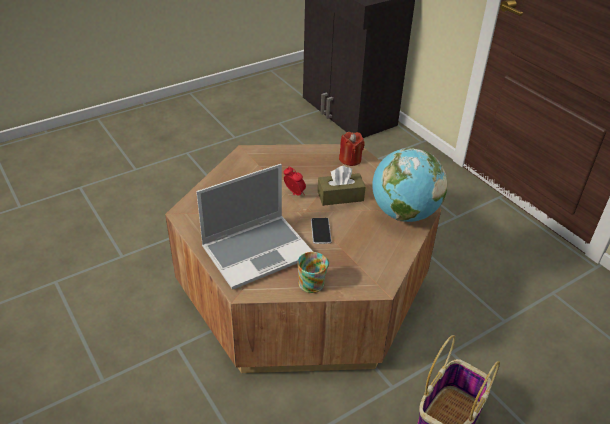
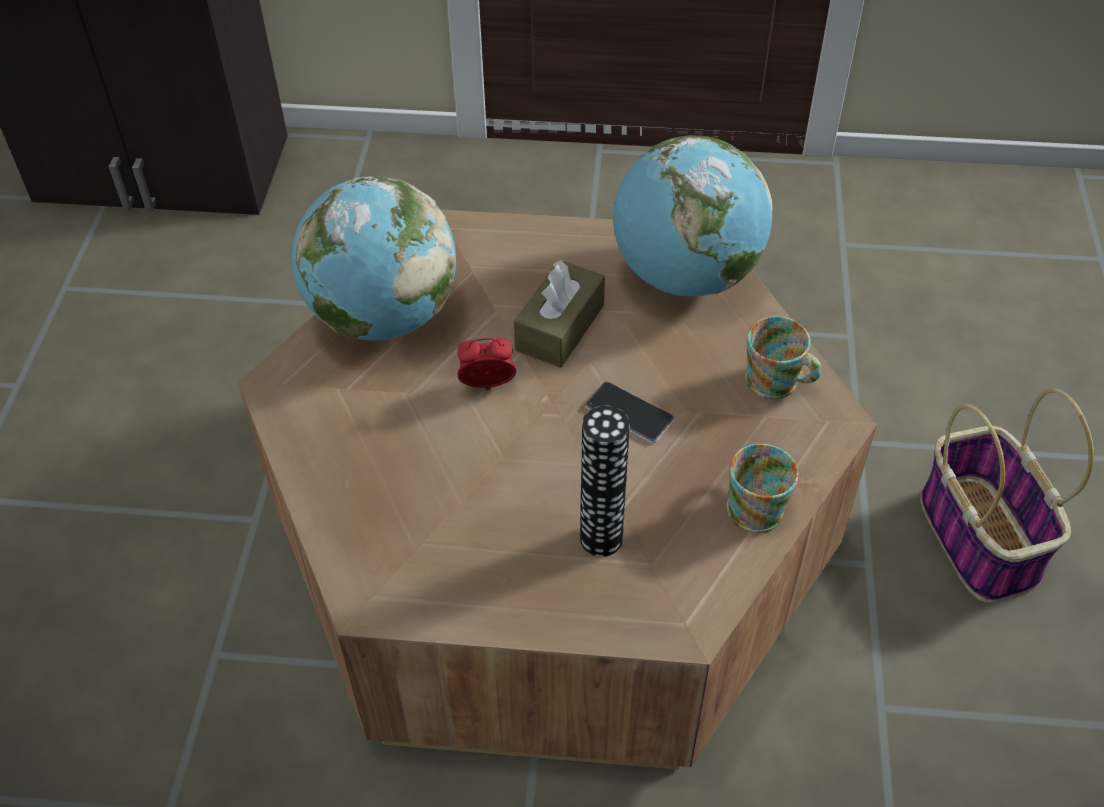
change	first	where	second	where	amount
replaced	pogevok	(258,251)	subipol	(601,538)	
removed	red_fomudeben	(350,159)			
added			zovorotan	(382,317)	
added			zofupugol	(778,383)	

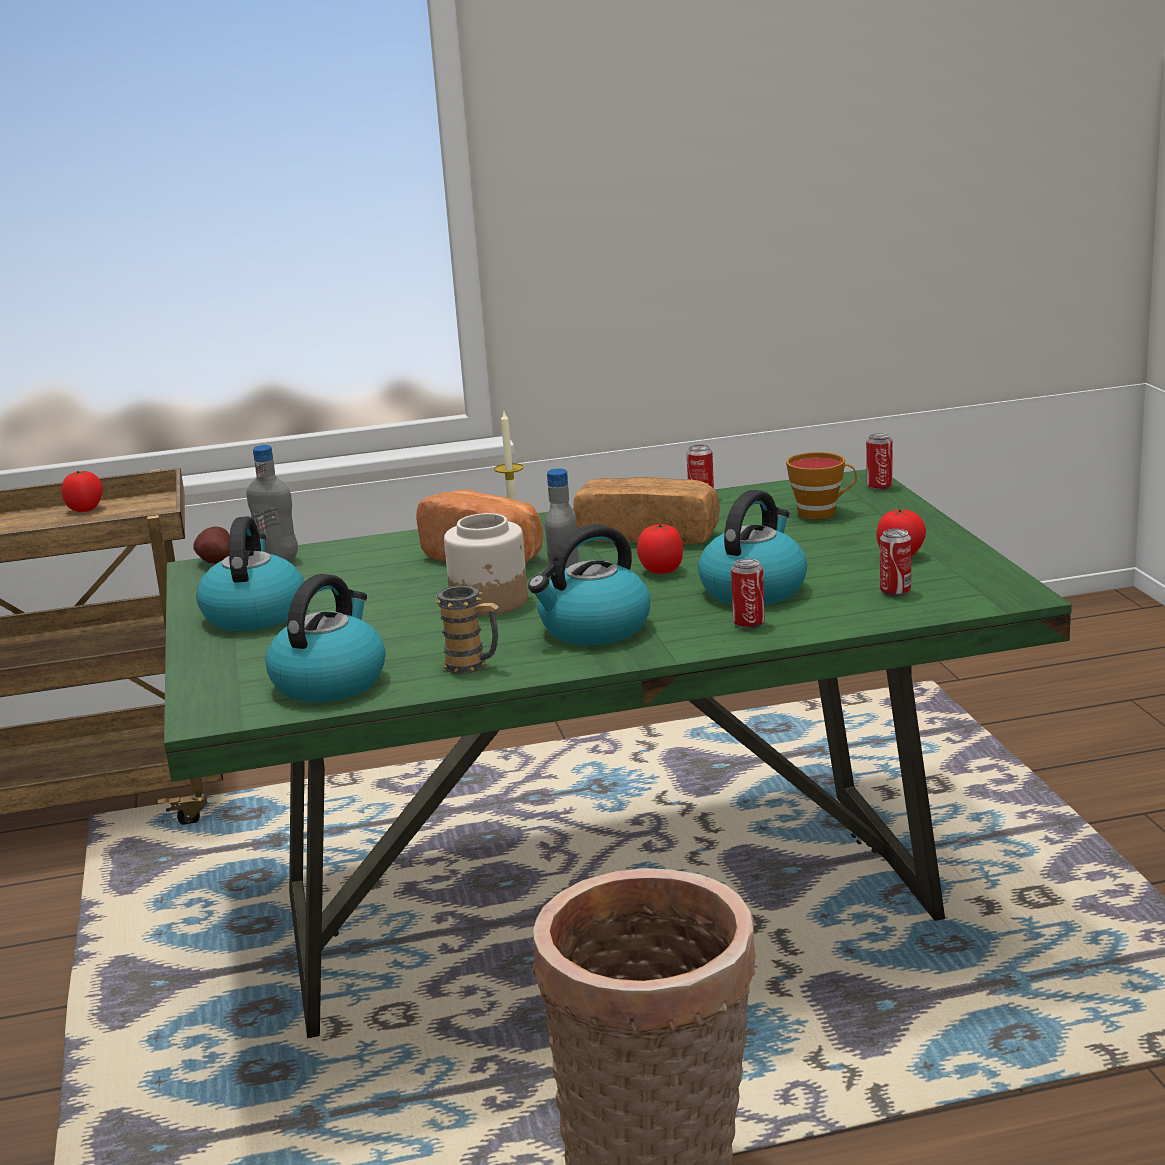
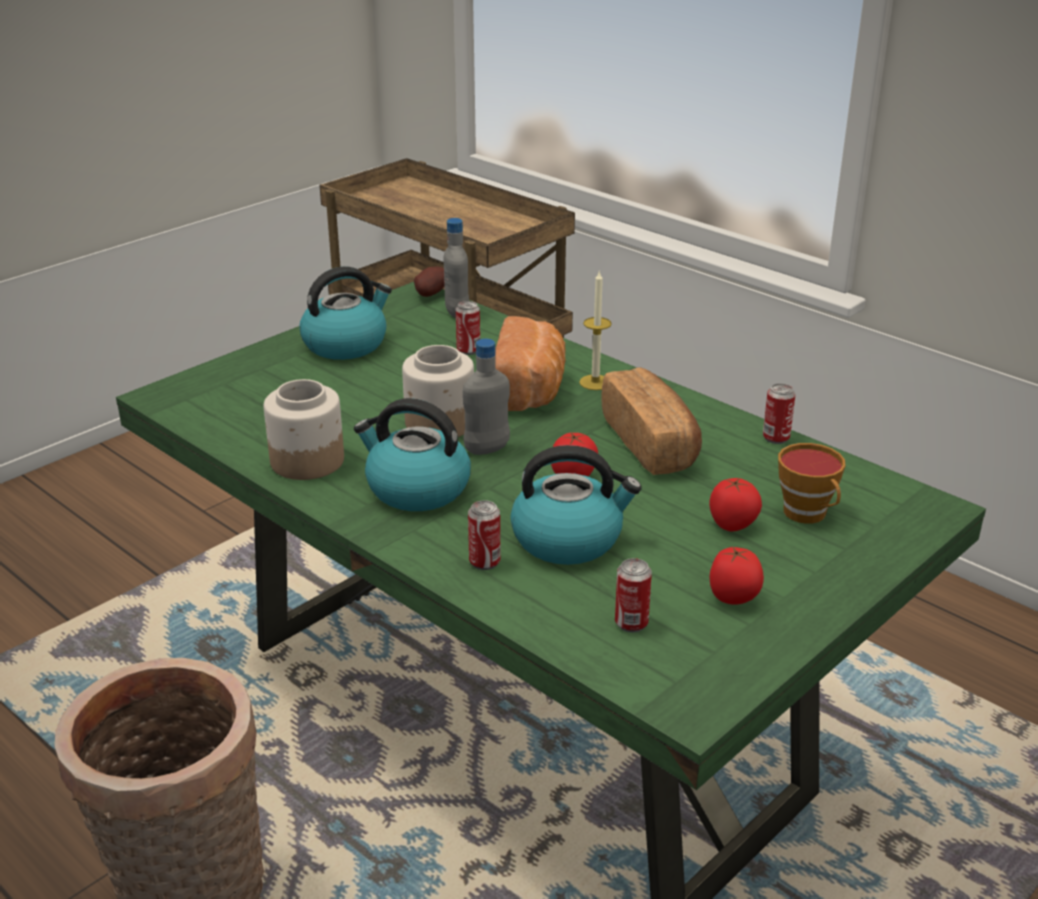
change	first	where	second	where	amount
moved	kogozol	(86,509)		(733,525)	
removed	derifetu	(330,682)			
replaced	zofupugol	(472,666)	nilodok	(306,461)	
moved	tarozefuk	(879,487)		(468,350)	

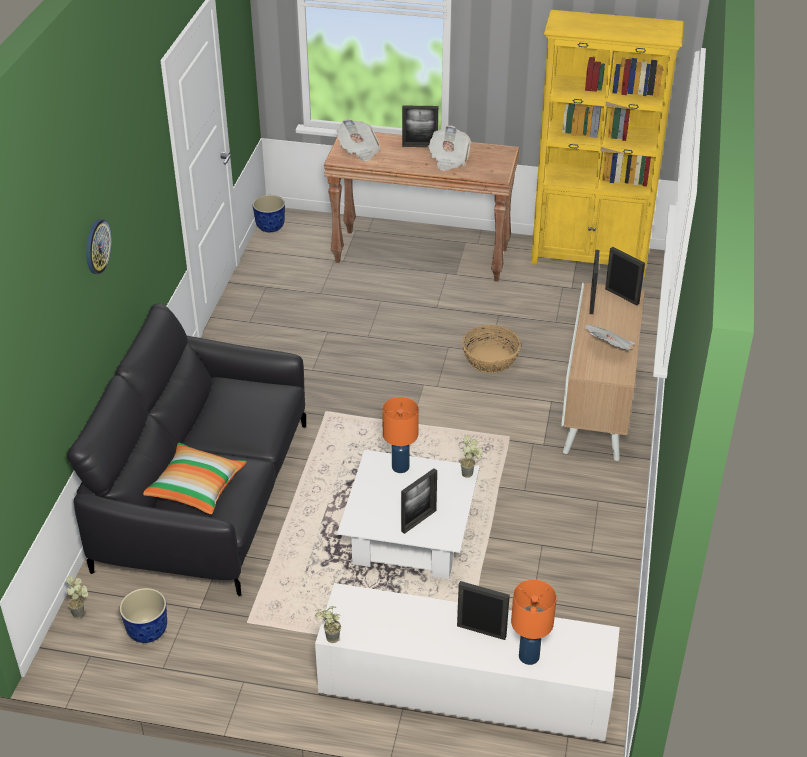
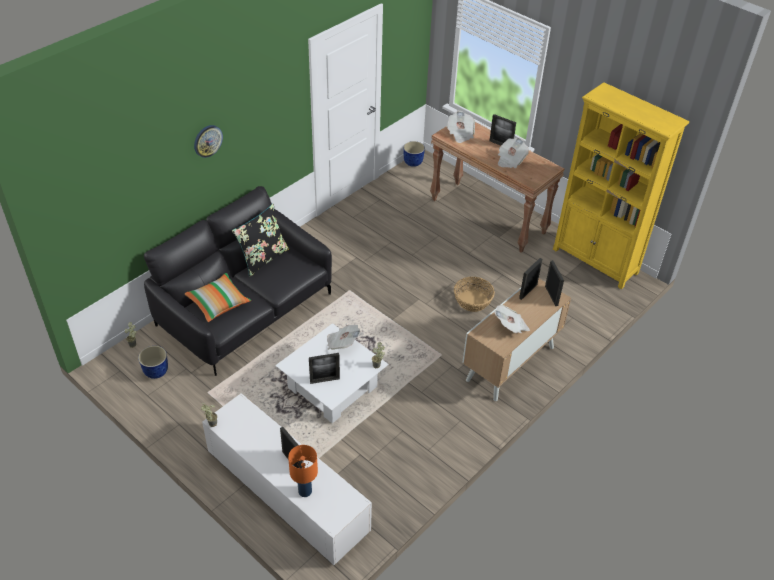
change	first	where	second	where	amount
replaced	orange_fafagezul	(400,467)	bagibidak	(342,343)	
added			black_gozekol	(263,258)	

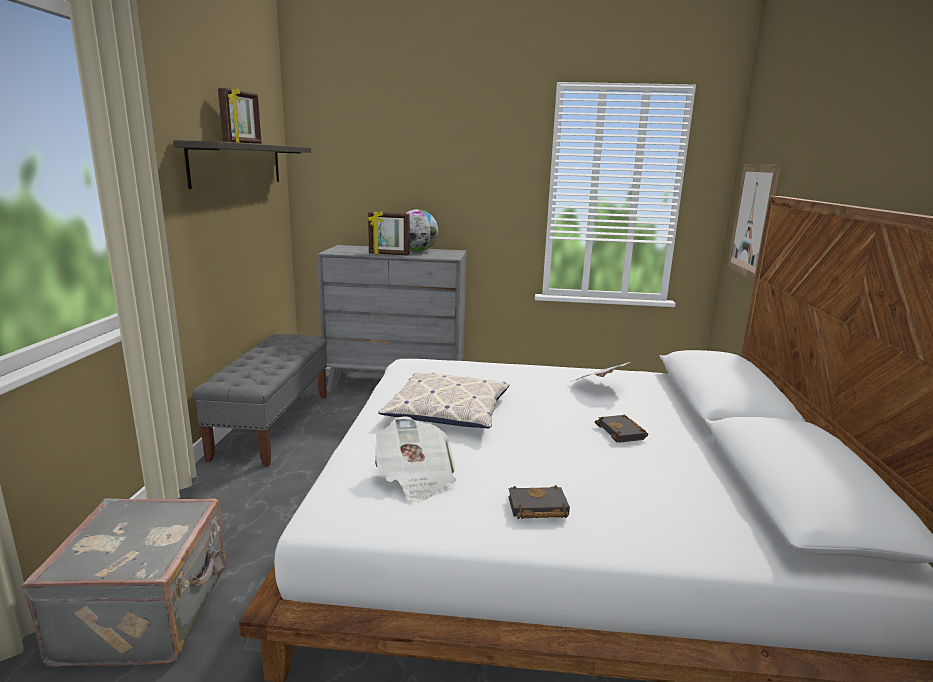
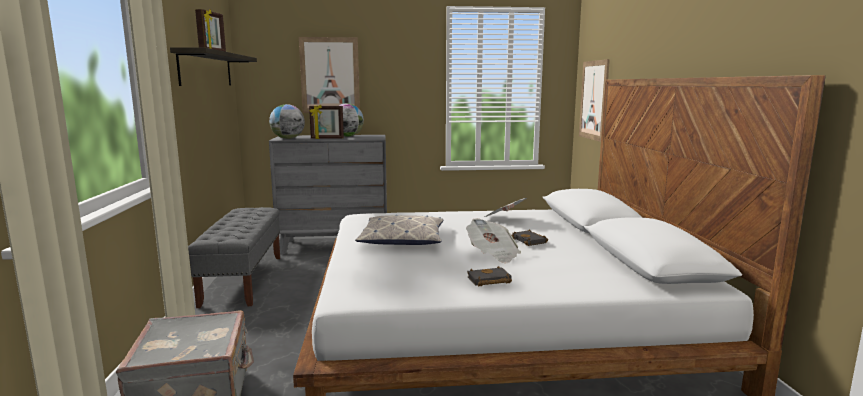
change	first	where	second	where	amount
moved	bagibidak	(415,478)		(493,254)	
added			zovorotan	(288,138)	
added			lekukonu	(330,75)	

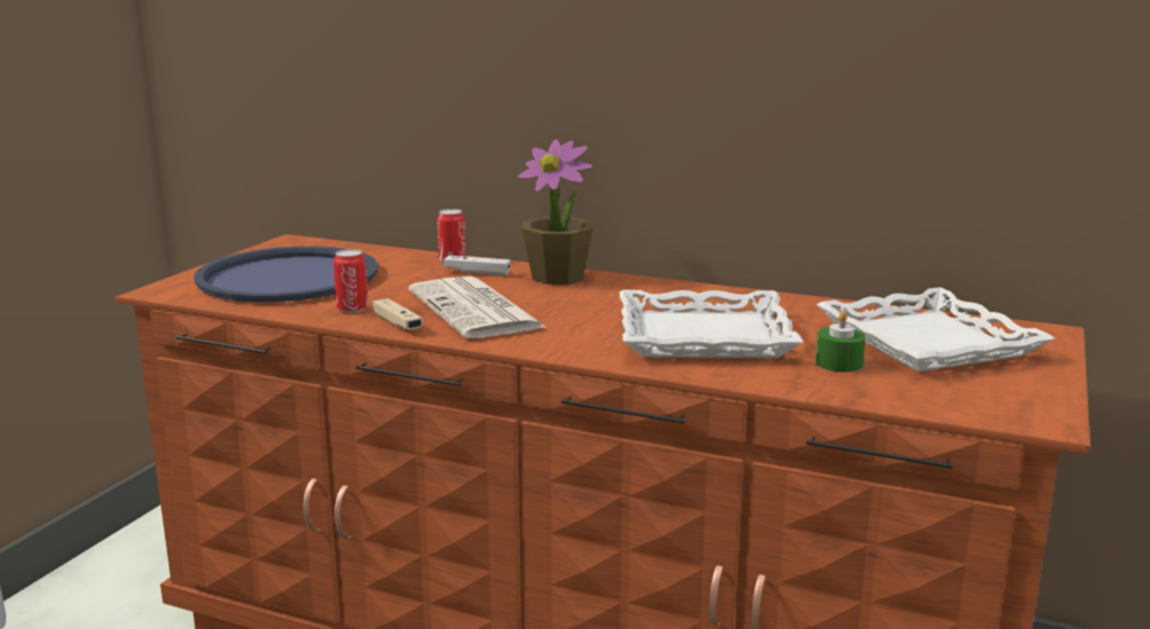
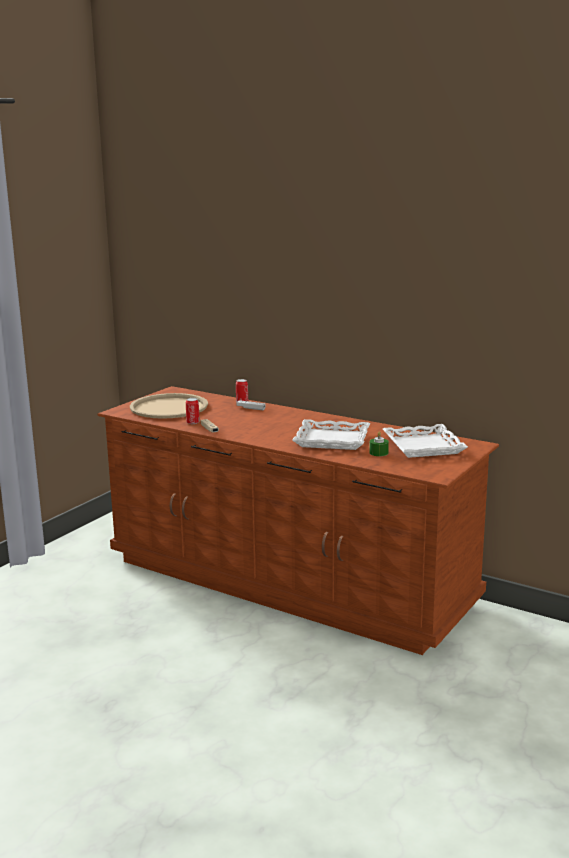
change	first	where	second	where	amount
recoloured	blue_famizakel	(288,277)	beige_famizakel	(169,407)	
removed	bagibidak	(477,310)			
removed	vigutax	(558,277)			

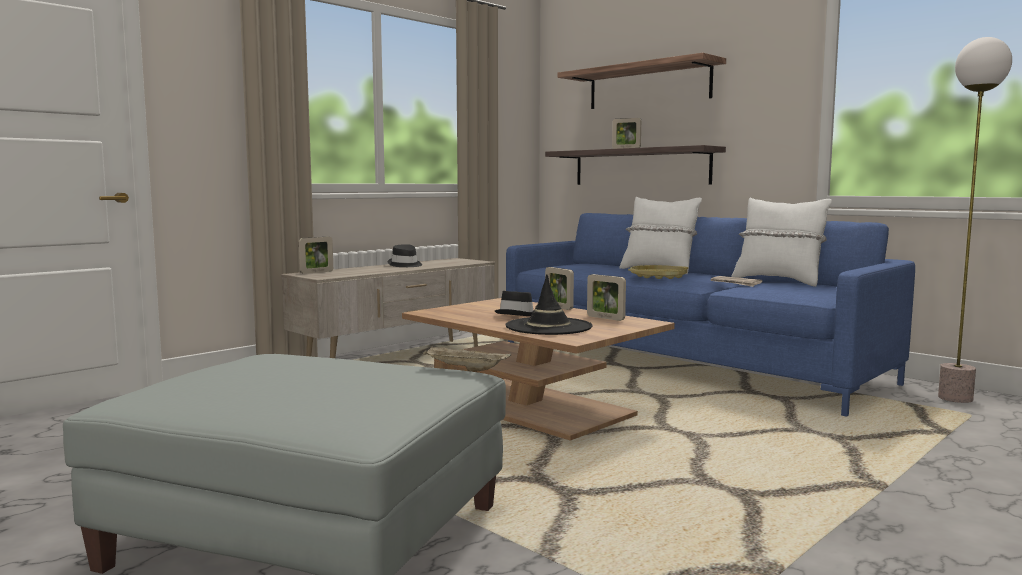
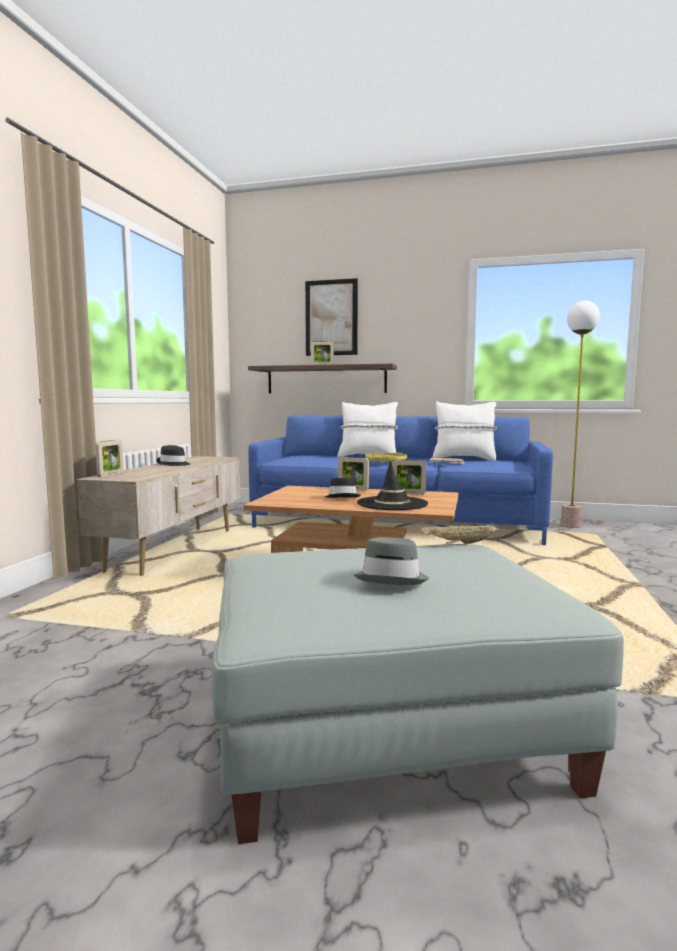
change	first	where	second	where	amount
replaced	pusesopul	(648,86)	lekukonu	(331,318)	
added			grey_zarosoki	(392,578)	

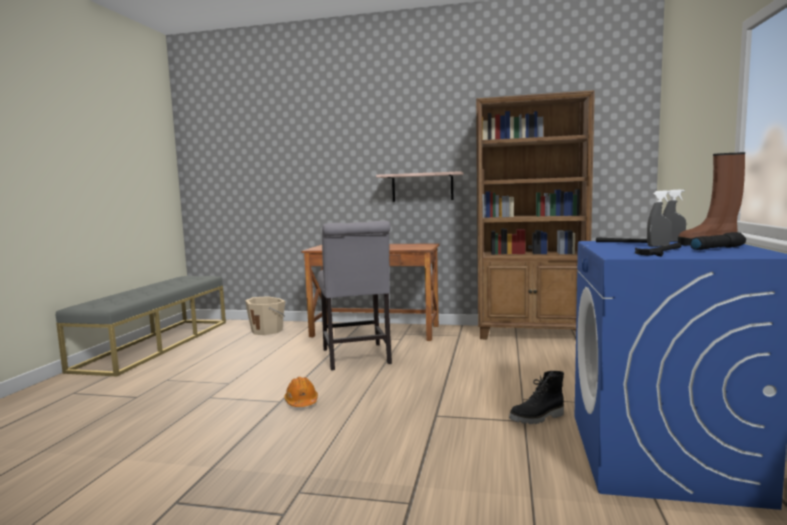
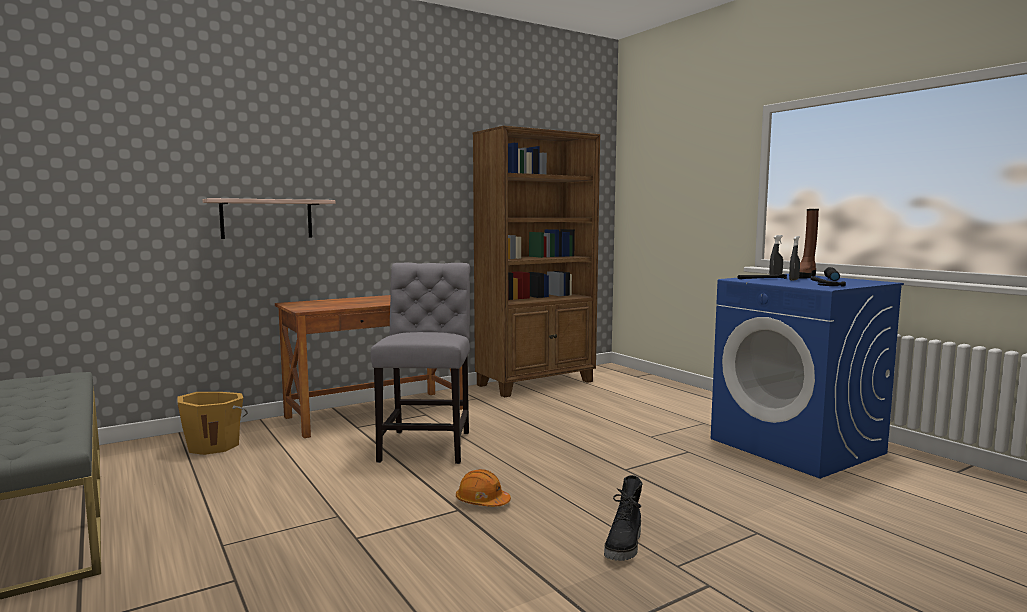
change	first	where	second	where	amount
recoloured	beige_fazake	(268,330)	orange_fazake	(214,445)	
turned	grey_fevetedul	(356,358)		(427,444)	120 degrees counterclockwise
moved	pusesopul	(422,187)		(267,219)	
moved	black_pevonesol	(537,418)		(625,546)	

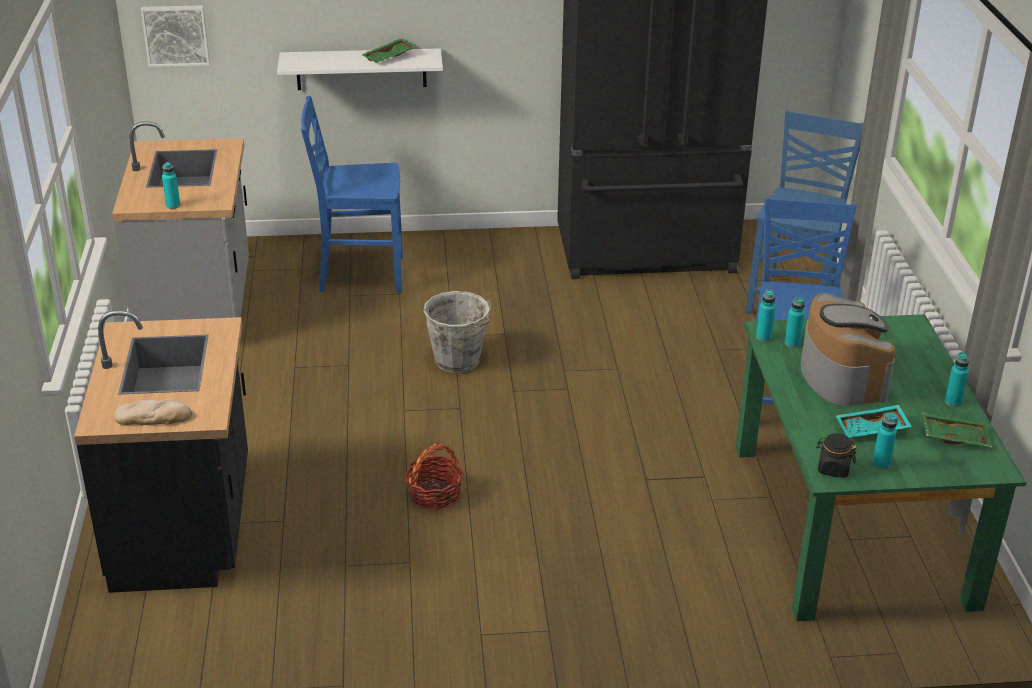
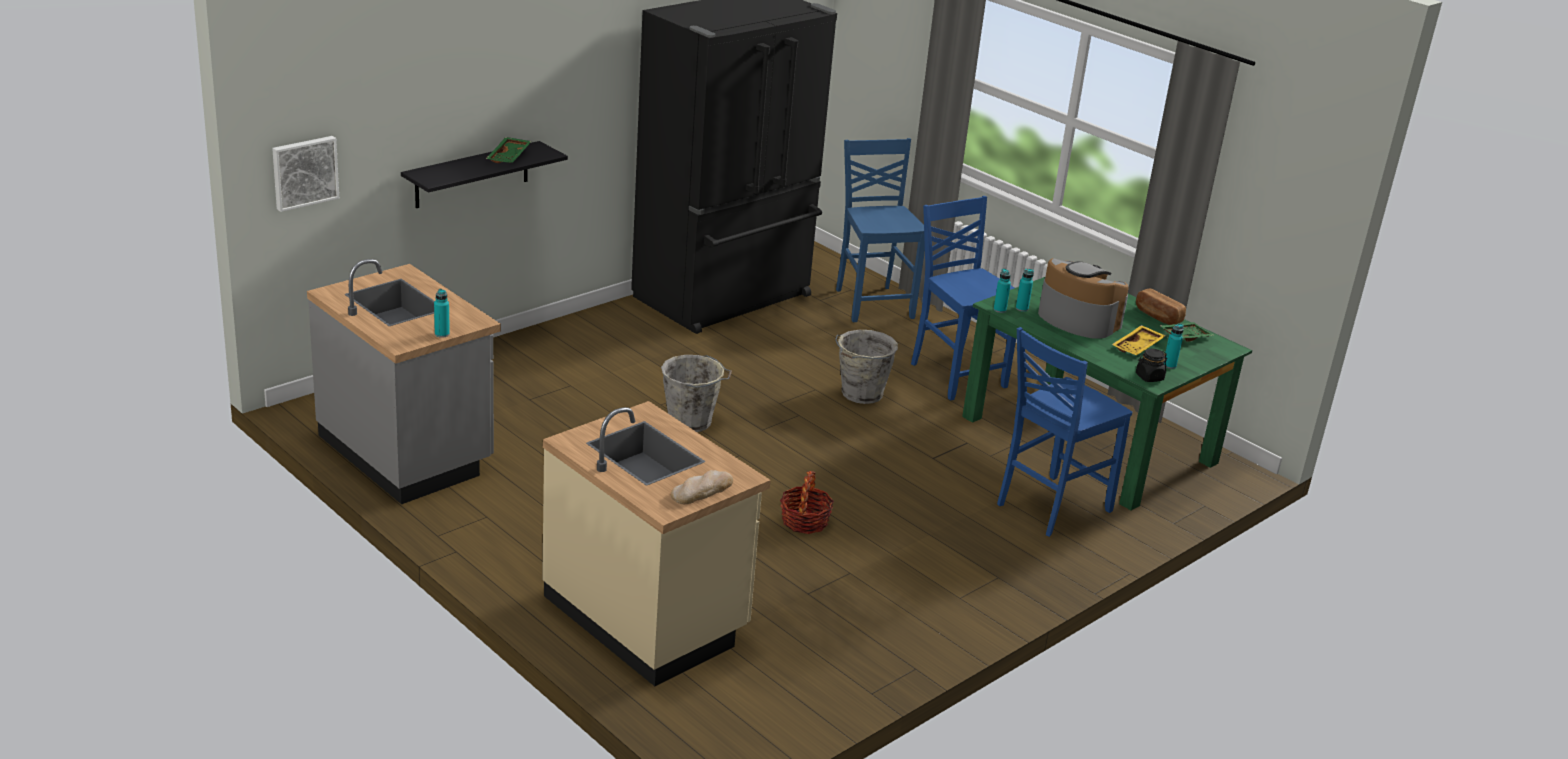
change	first	where	second	where	amount
recoloured	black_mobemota	(186,526)	beige_mobemota	(647,616)	
recoloured	white_pusesopul	(361,69)	black_pusesopul	(472,175)	
moved	blue_fevetedul	(359,275)		(1050,507)	
recoloured	turquoise_famizakel	(872,430)	yellow_famizakel	(1138,347)	
replaced	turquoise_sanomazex	(953,402)	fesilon	(1157,316)	
added			grey_fazake	(860,394)	

